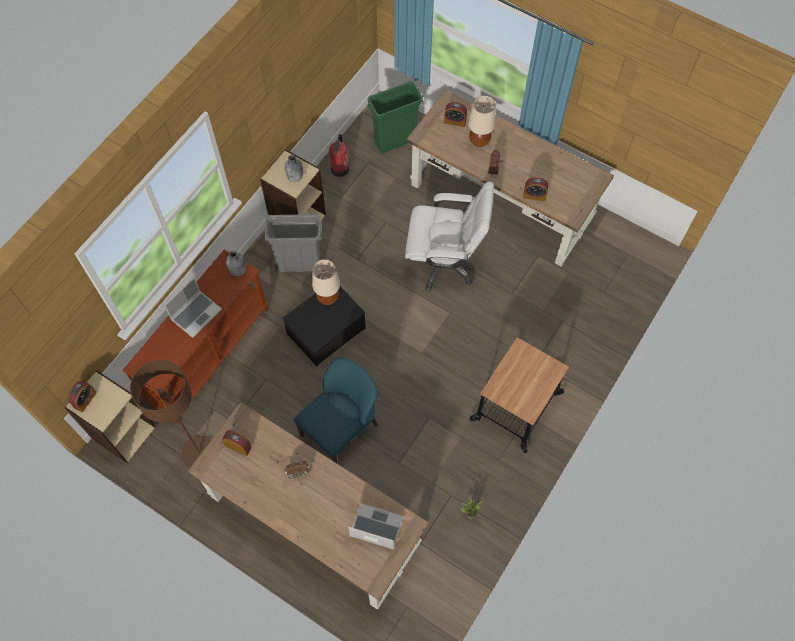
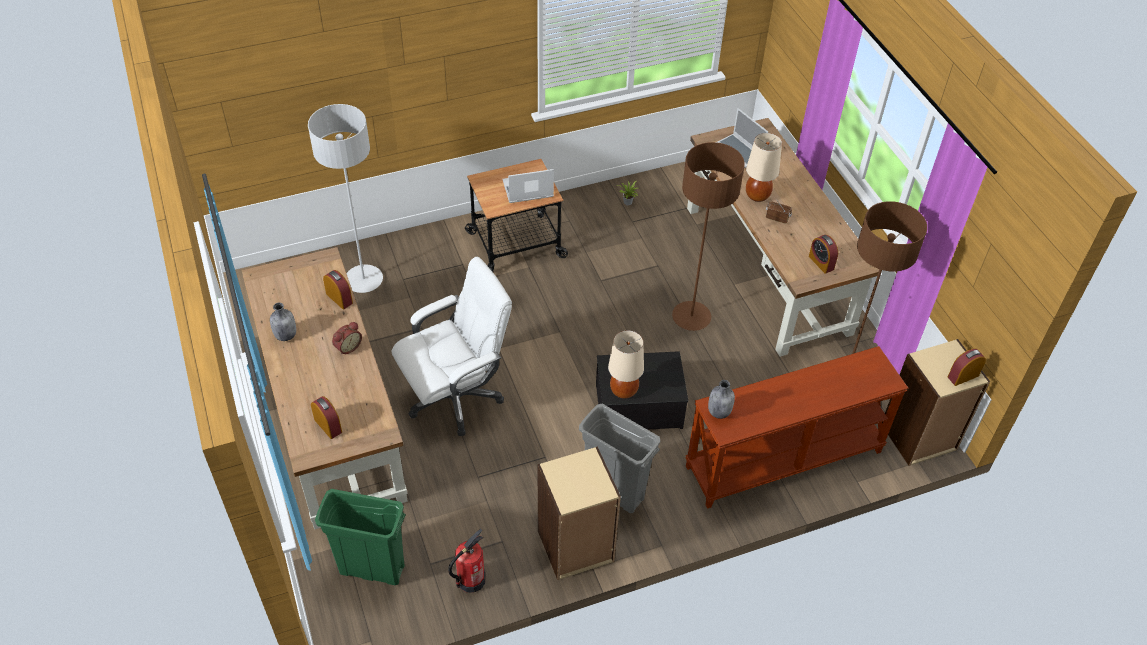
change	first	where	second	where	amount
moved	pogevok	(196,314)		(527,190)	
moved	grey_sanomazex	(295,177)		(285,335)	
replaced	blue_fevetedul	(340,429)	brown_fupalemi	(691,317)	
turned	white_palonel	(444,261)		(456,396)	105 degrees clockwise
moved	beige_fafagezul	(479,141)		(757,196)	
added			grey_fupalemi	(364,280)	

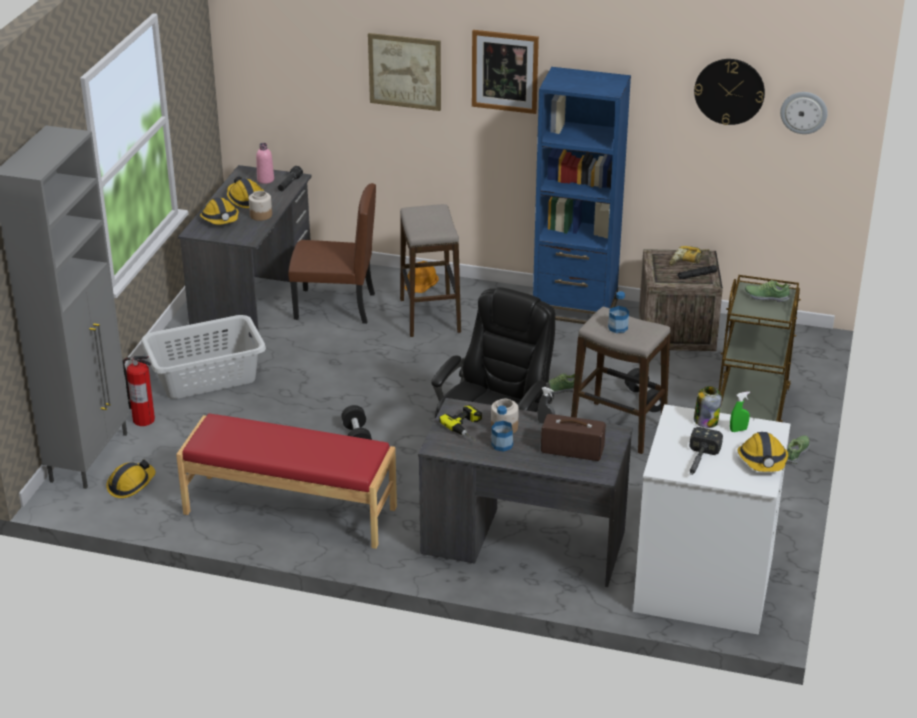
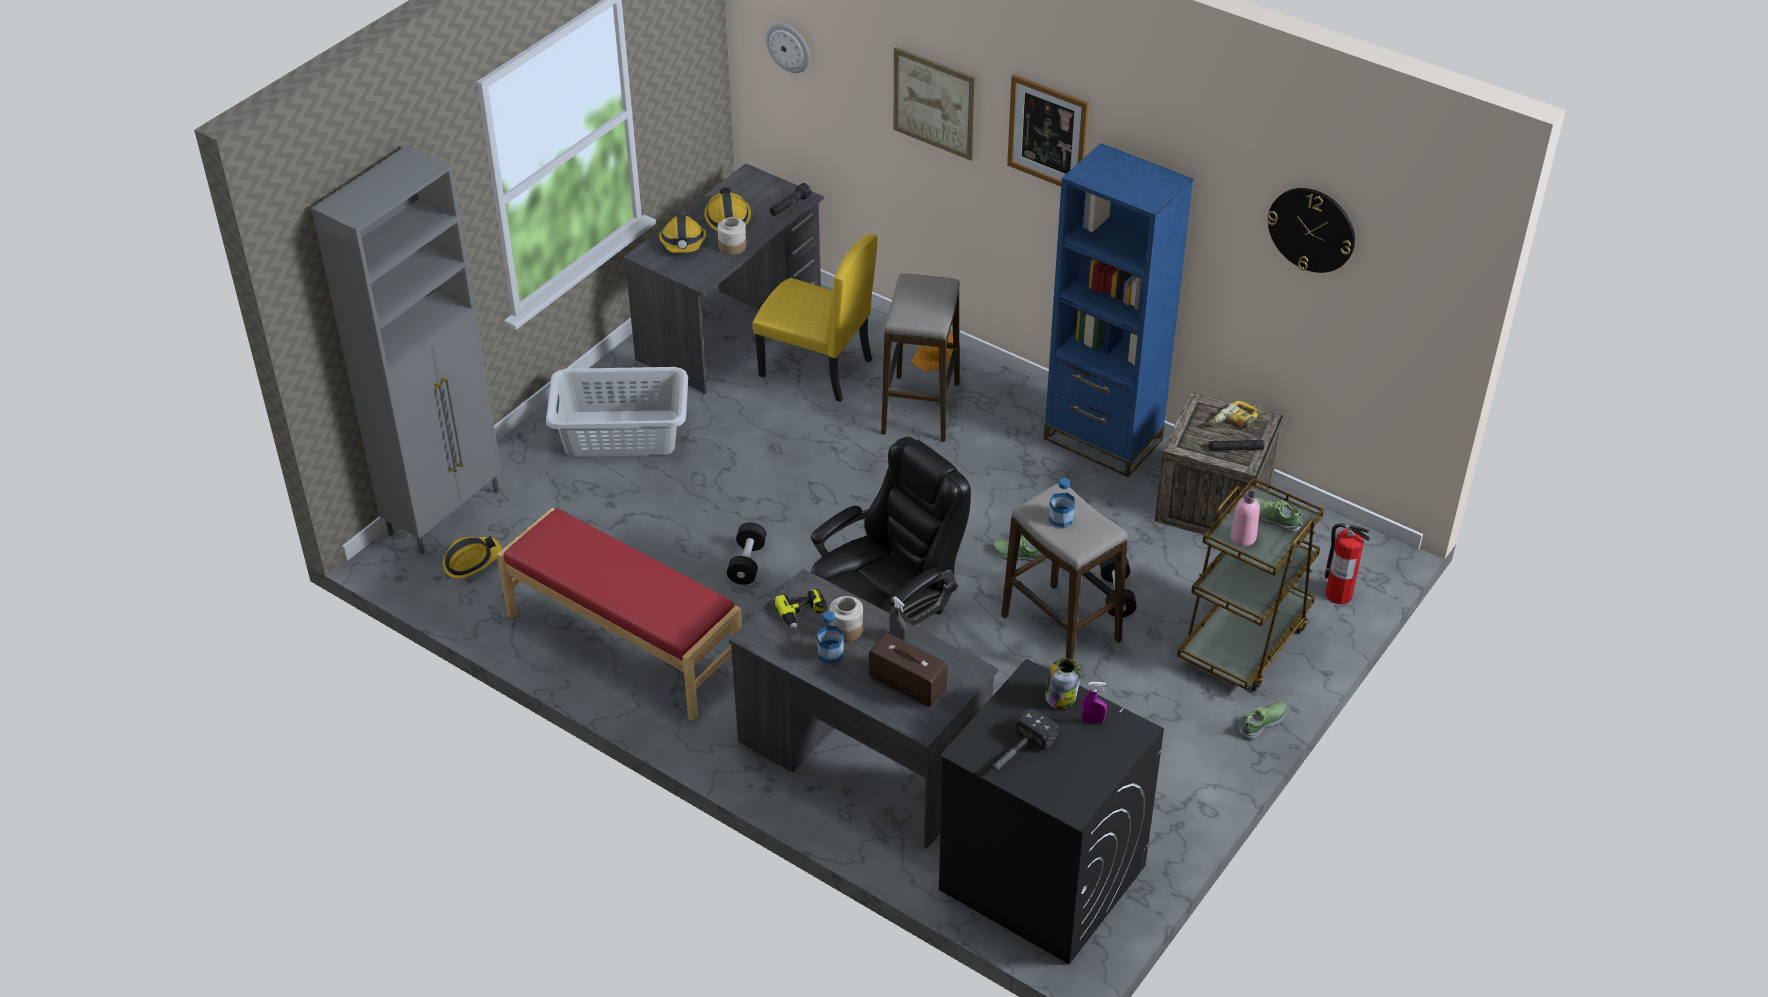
change	first	where	second	where	amount
moved	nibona	(143,419)		(1338,594)	
moved	pink_sanomazex	(265,180)		(1243,537)	
recoloured	brown_fevetedul	(334,307)	yellow_fevetedul	(815,368)	
recoloured	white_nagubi	(702,584)	black_nagubi	(1041,877)	
recoloured	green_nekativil	(738,430)	purple_nekativil	(1092,721)	
removed	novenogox	(762,461)			
moved	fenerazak	(804,112)		(789,47)	

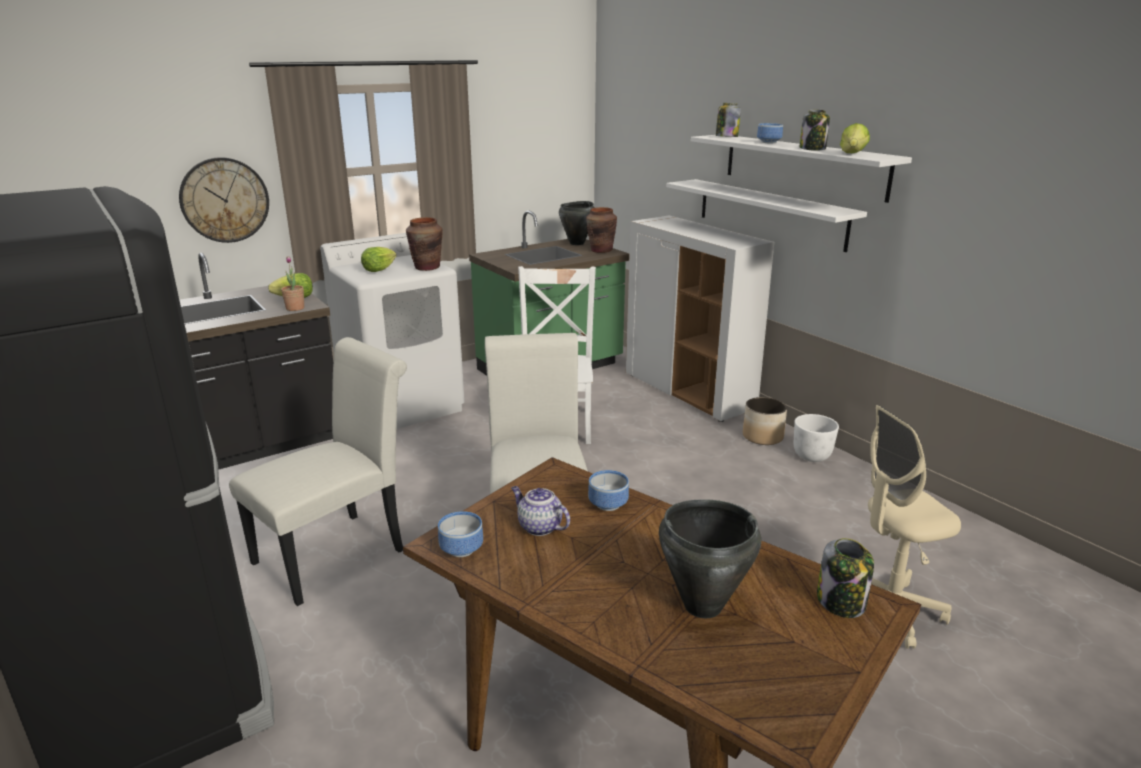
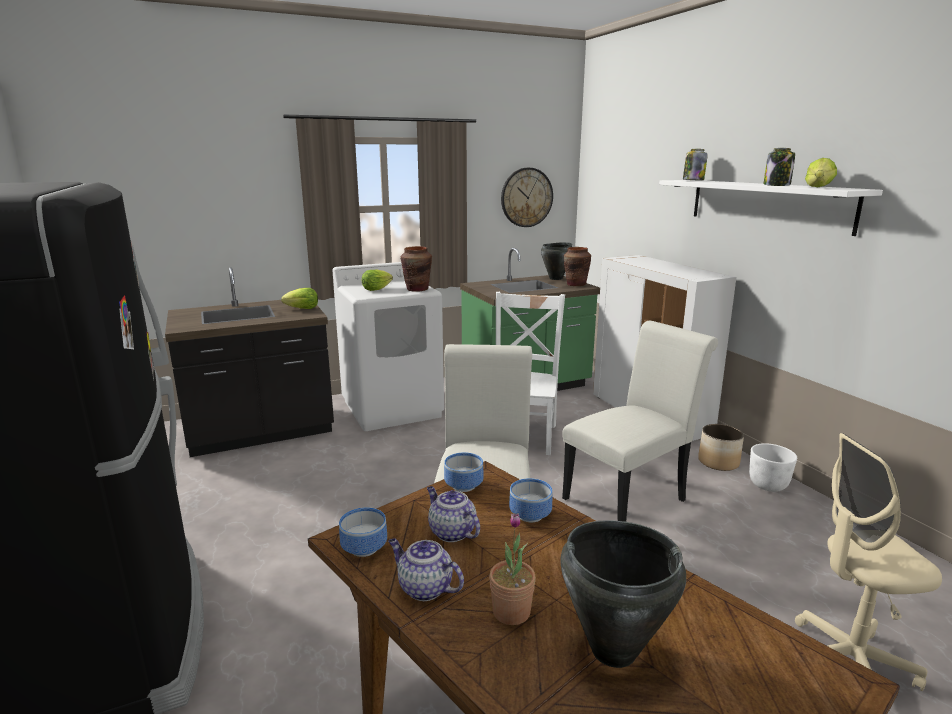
change	first	where	second	where	amount
moved	fenerazak	(224,200)		(526,197)	
moved	white_fevetedul	(338,552)		(630,497)	
moved	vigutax	(295,308)		(511,612)	
removed	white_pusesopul	(770,213)			
moved	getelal	(769,142)		(464,485)	
removed	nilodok	(841,602)			
added			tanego	(424,588)	

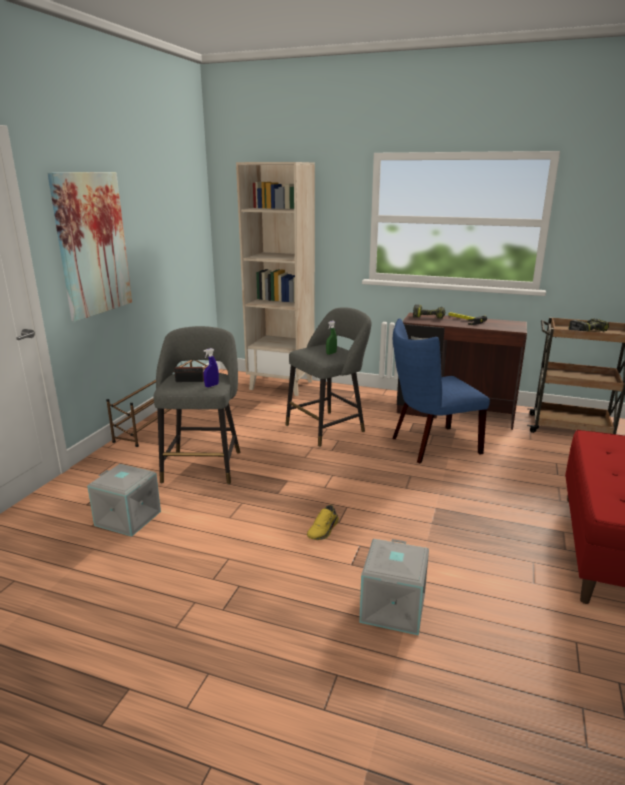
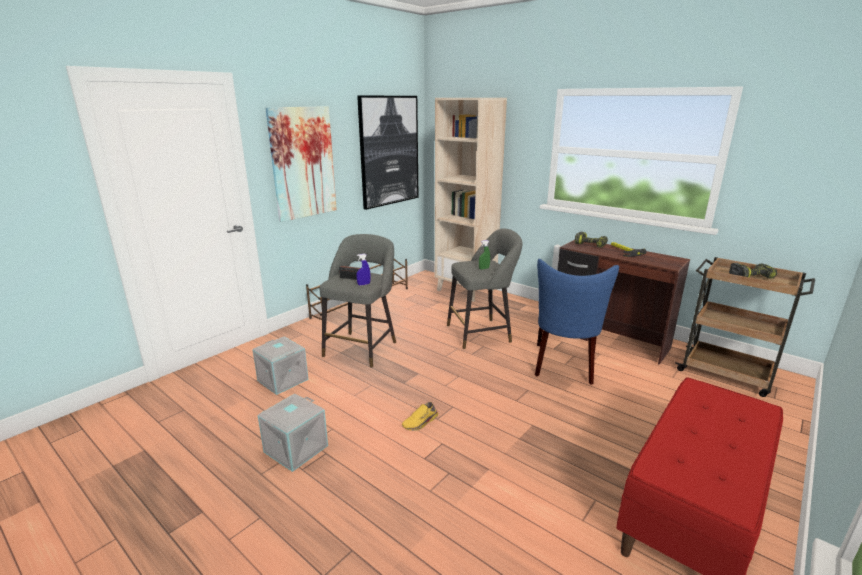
change	first	where	second	where	amount
moved	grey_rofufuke	(394,608)		(296,449)	
turned	blue_fevetedul	(430,446)		(564,366)	75 degrees counterclockwise
added			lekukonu	(389,151)	

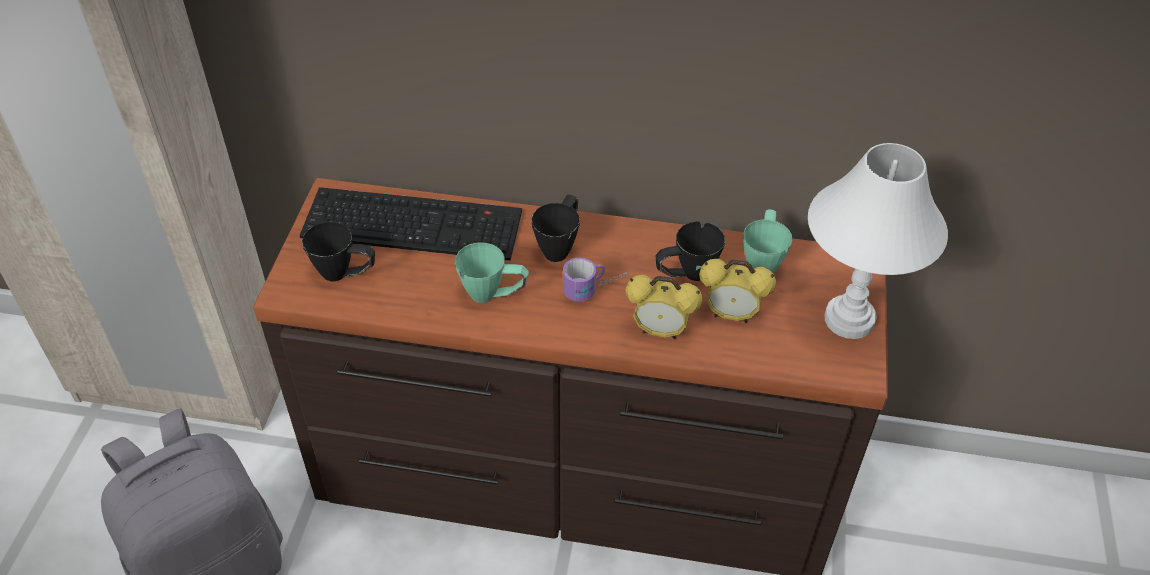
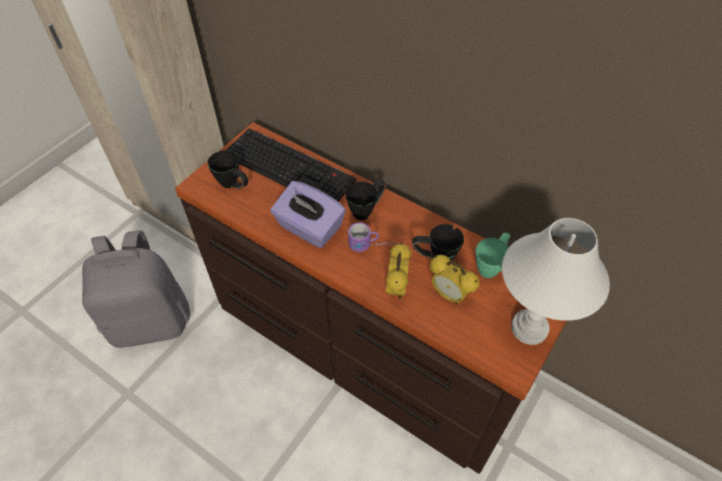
change	first	where	second	where	amount
replaced	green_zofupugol	(494,295)	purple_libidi	(309,228)	
turned	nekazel	(660,331)		(396,289)	120 degrees counterclockwise

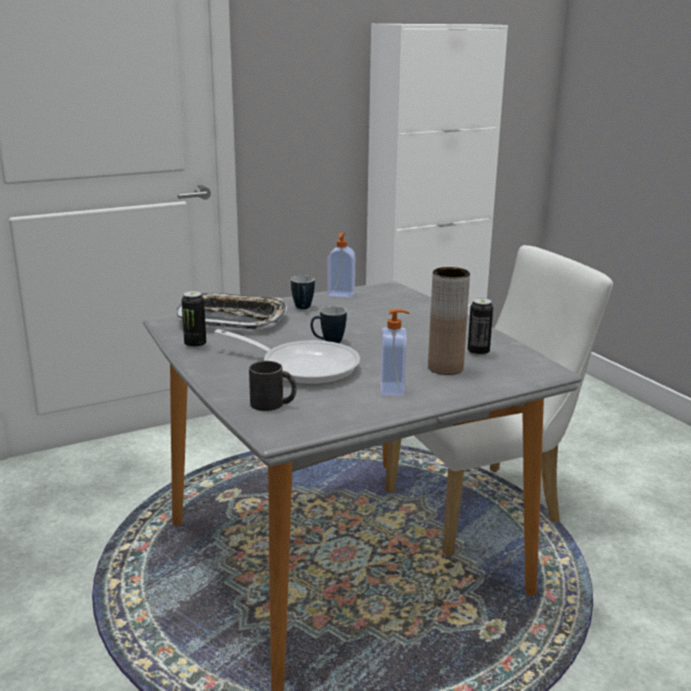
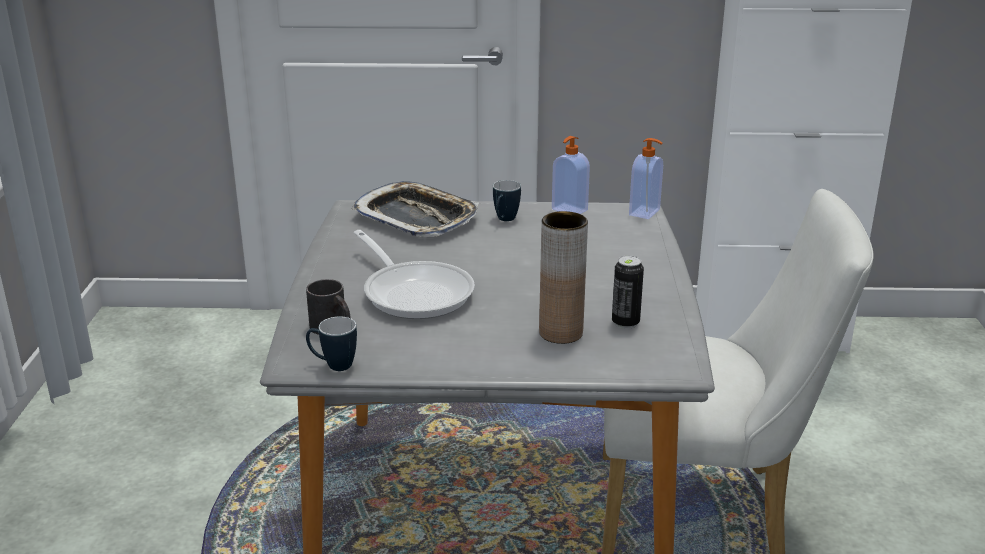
change	first	where	second	where	amount
removed	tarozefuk	(195,345)			
moved	zofupugol	(328,342)		(333,365)	
moved	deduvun	(393,389)		(645,213)	

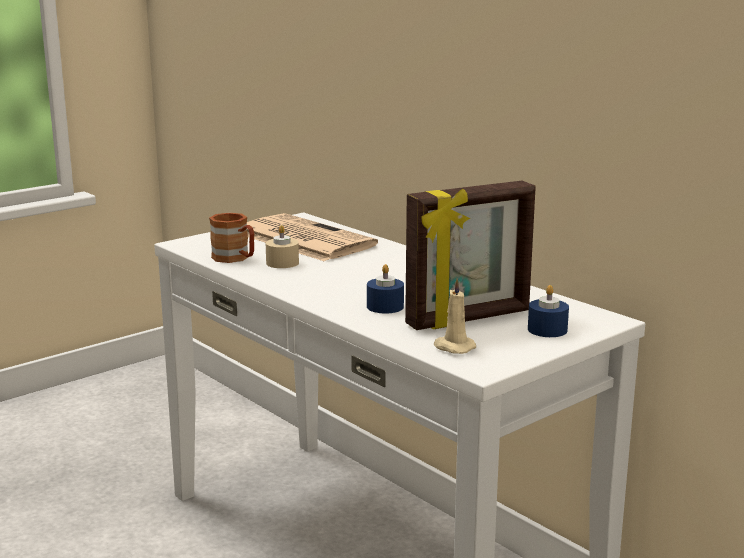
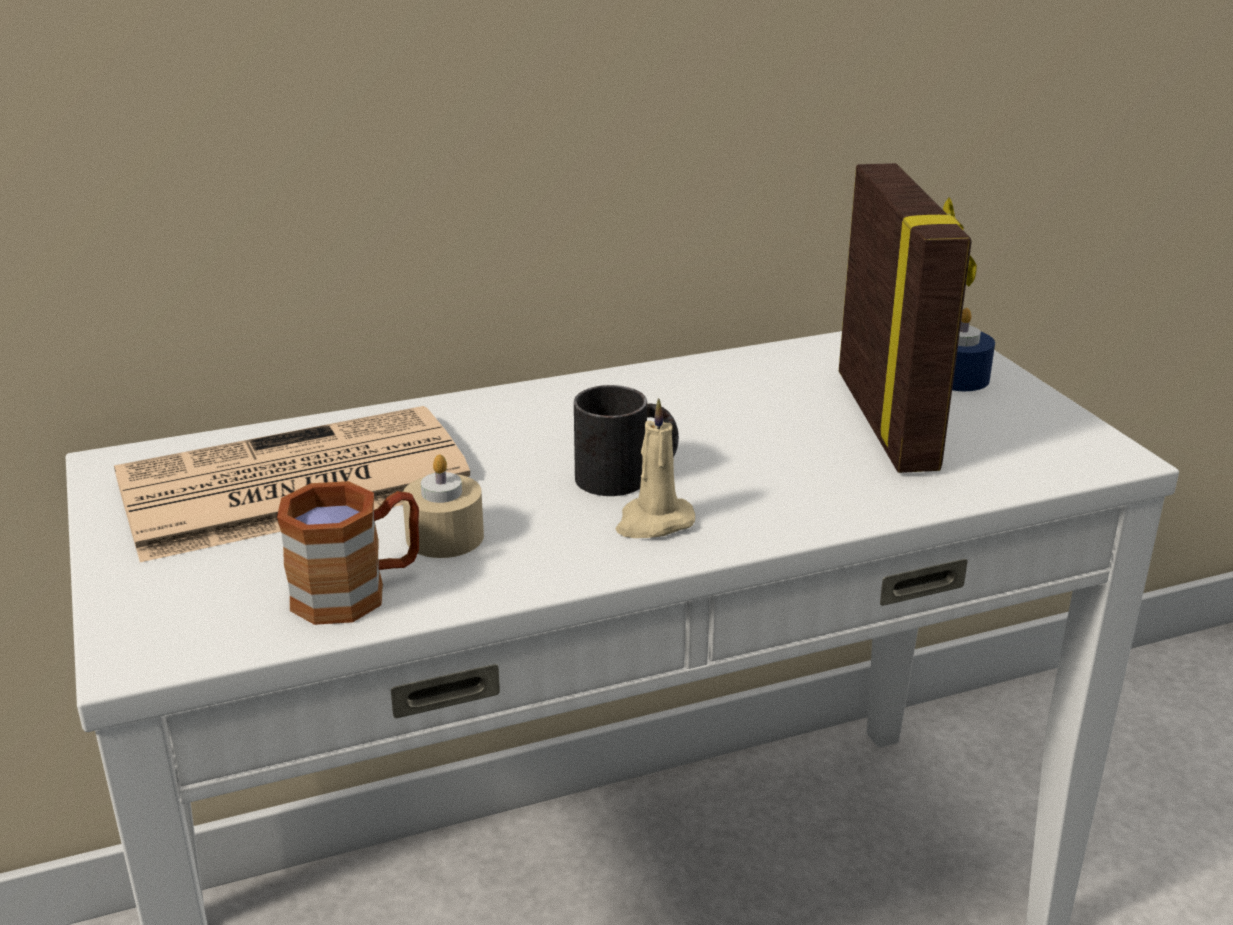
change	first	where	second	where	amount
removed	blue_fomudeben	(385,307)			
moved	beige_fomudeben	(453,347)		(653,522)	
added			black_zofupugol	(626,477)	

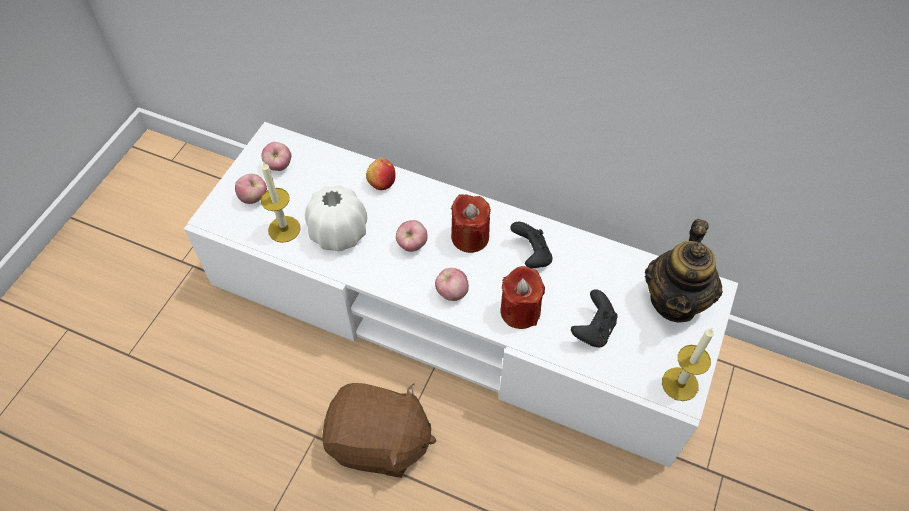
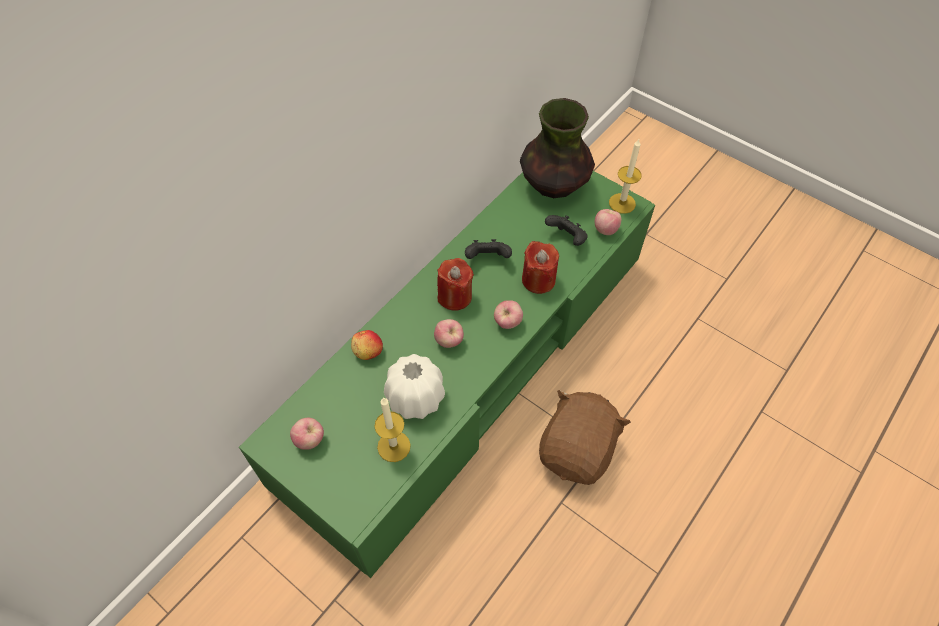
change	first	where	second	where	amount
recoloured	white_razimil	(454,313)	green_razimil	(469,365)	
moved	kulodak	(254,198)		(605,229)	
replaced	tanego	(675,300)	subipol	(554,184)	

